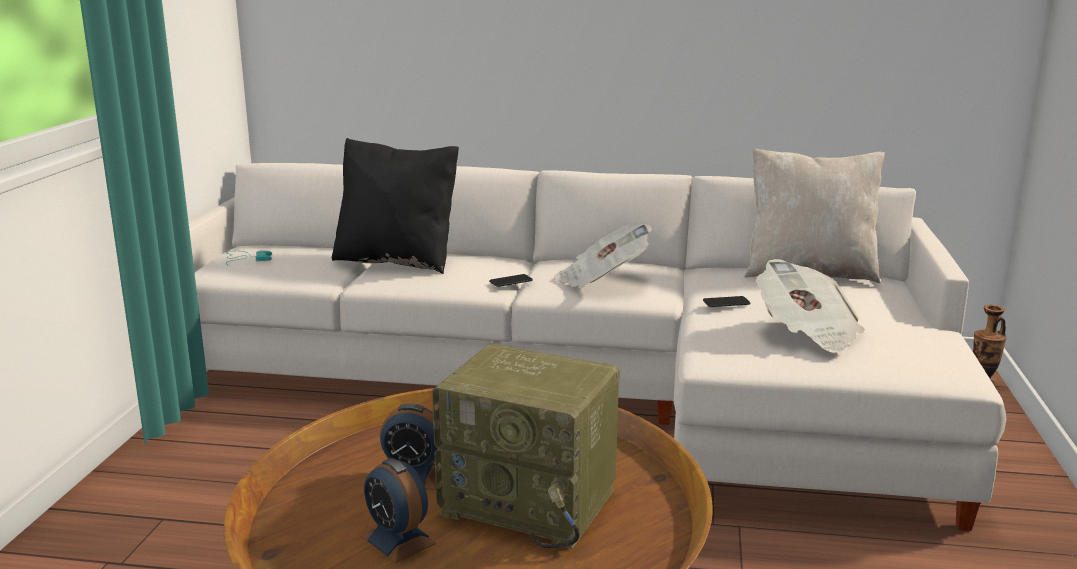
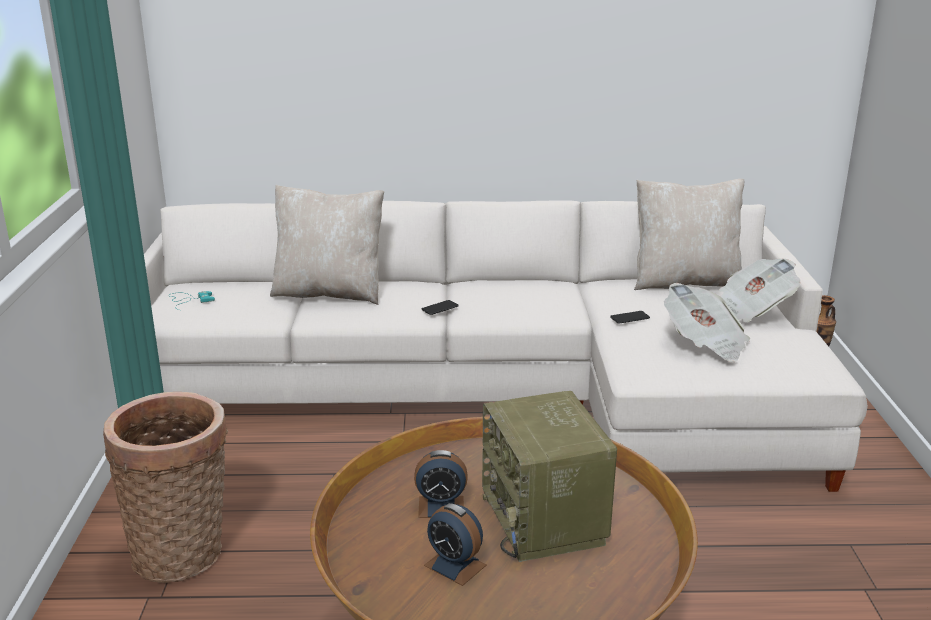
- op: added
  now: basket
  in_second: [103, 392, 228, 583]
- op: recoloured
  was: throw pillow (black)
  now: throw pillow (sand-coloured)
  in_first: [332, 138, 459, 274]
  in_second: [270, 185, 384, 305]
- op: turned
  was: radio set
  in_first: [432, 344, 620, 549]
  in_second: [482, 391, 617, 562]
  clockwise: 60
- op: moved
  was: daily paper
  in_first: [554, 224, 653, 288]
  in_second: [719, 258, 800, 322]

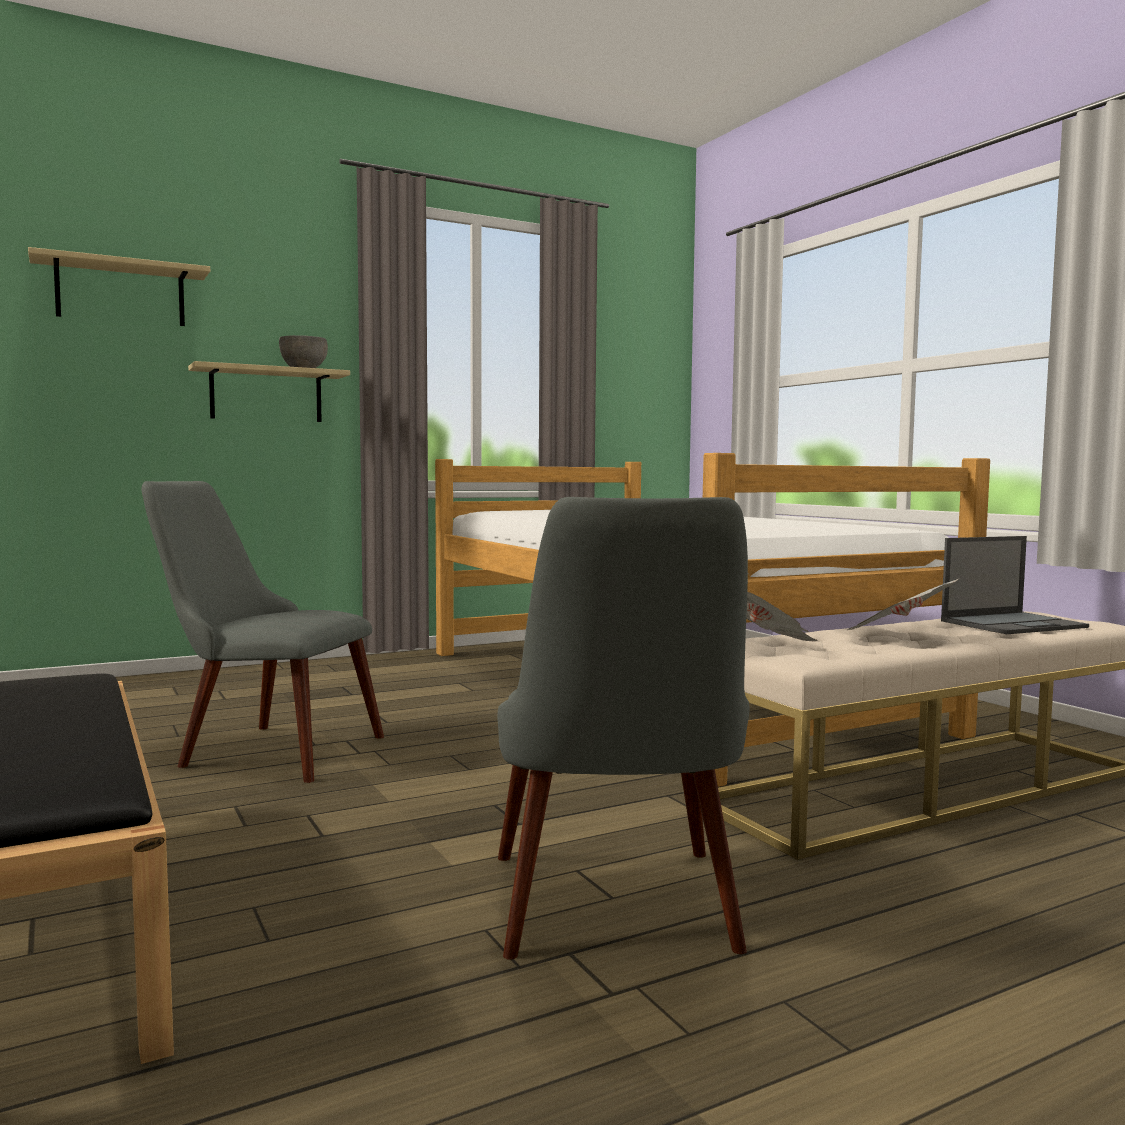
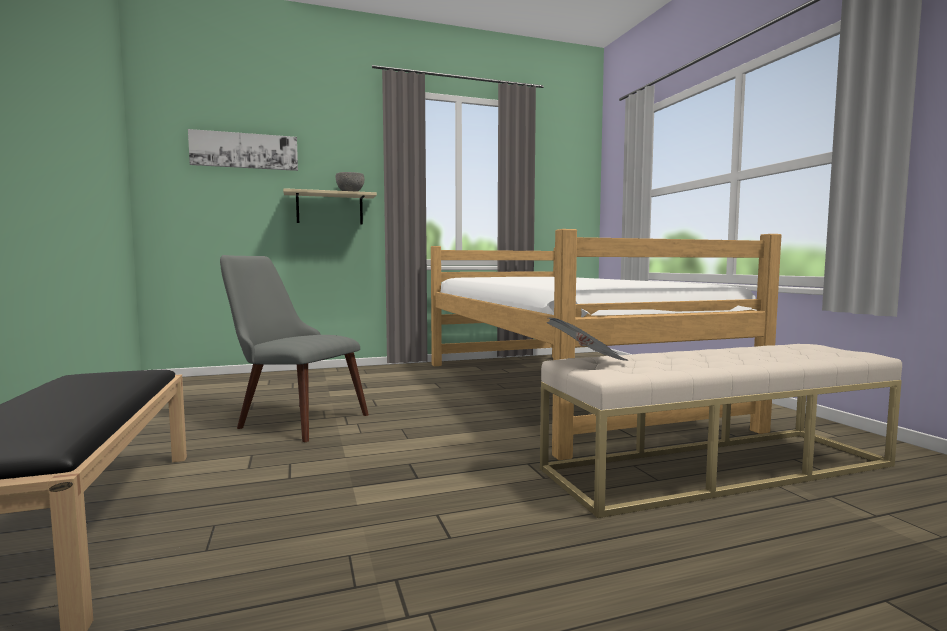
- op: replaced
  was: wall shelf (sand-coloured)
  now: picture
  in_first: [28, 247, 210, 326]
  in_second: [188, 129, 298, 171]
- op: removed
  was: upright chair (gray)
  in_first: [497, 497, 750, 960]
- op: removed
  was: daily paper
  in_first: [847, 579, 958, 630]
- op: removed
  was: laptop
  in_first: [941, 536, 1089, 634]

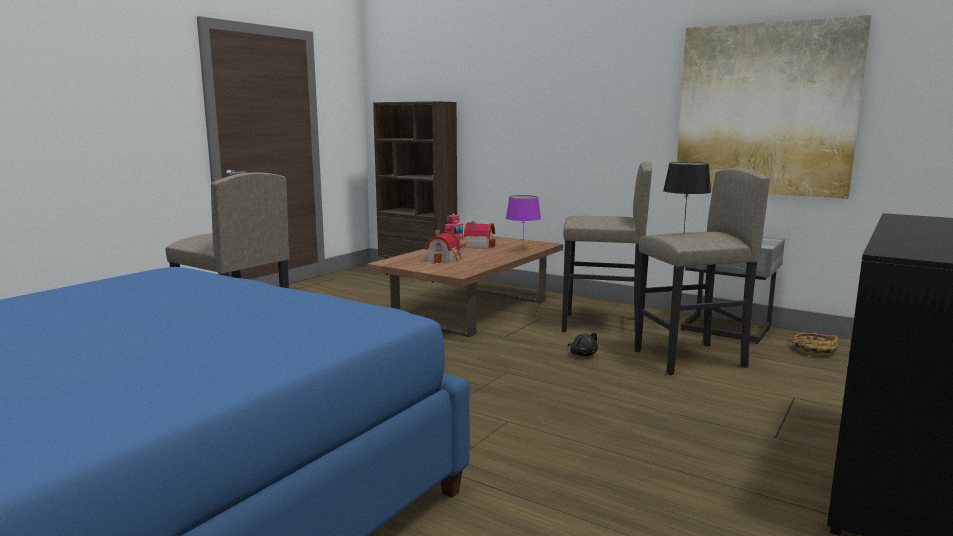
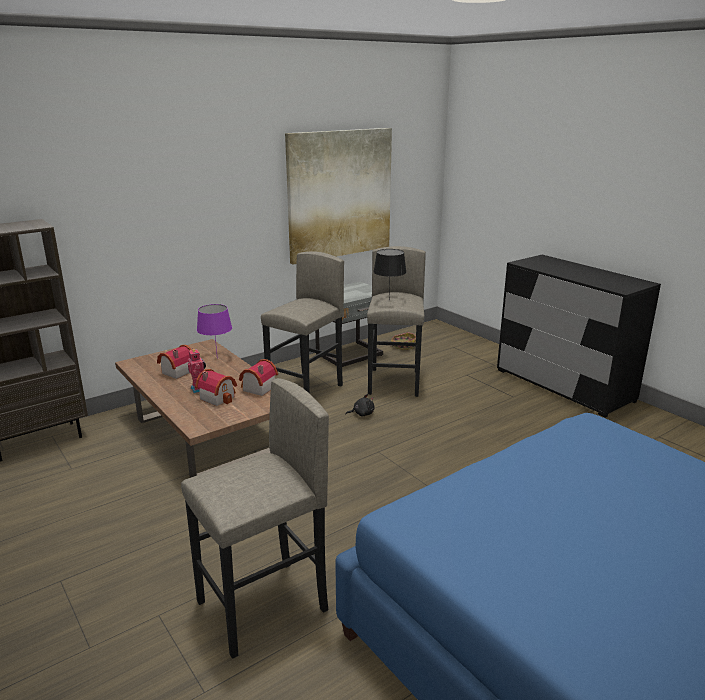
- op: added
  now: model house
  in_second: [239, 359, 278, 396]

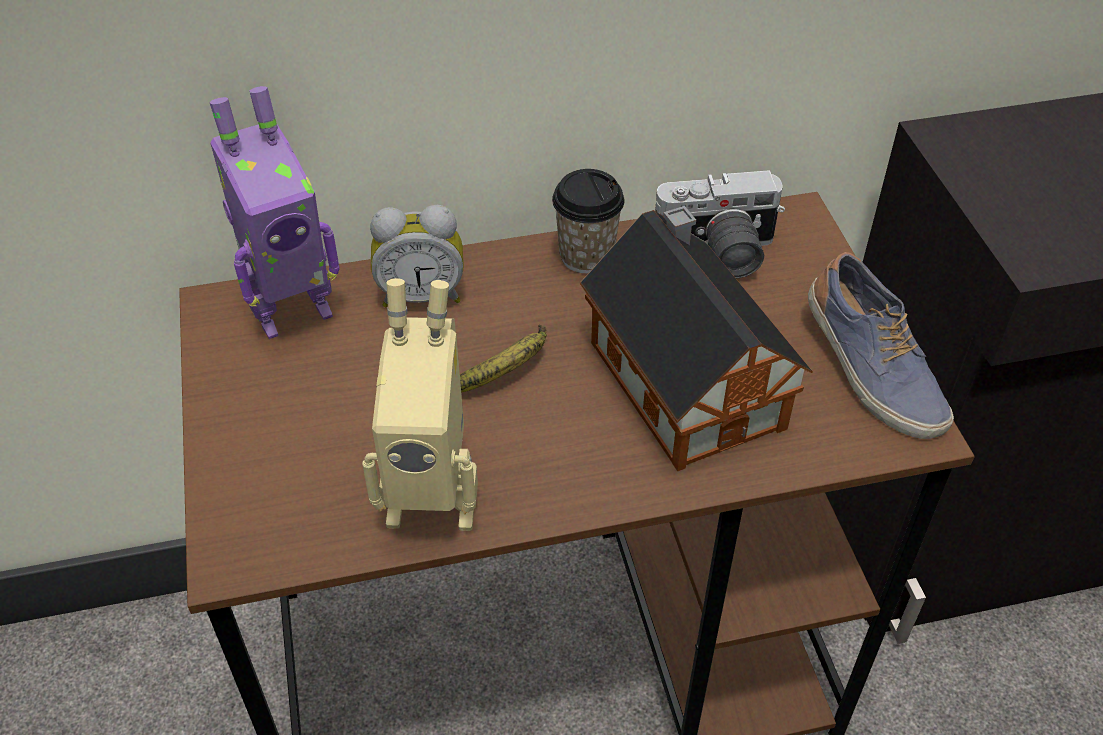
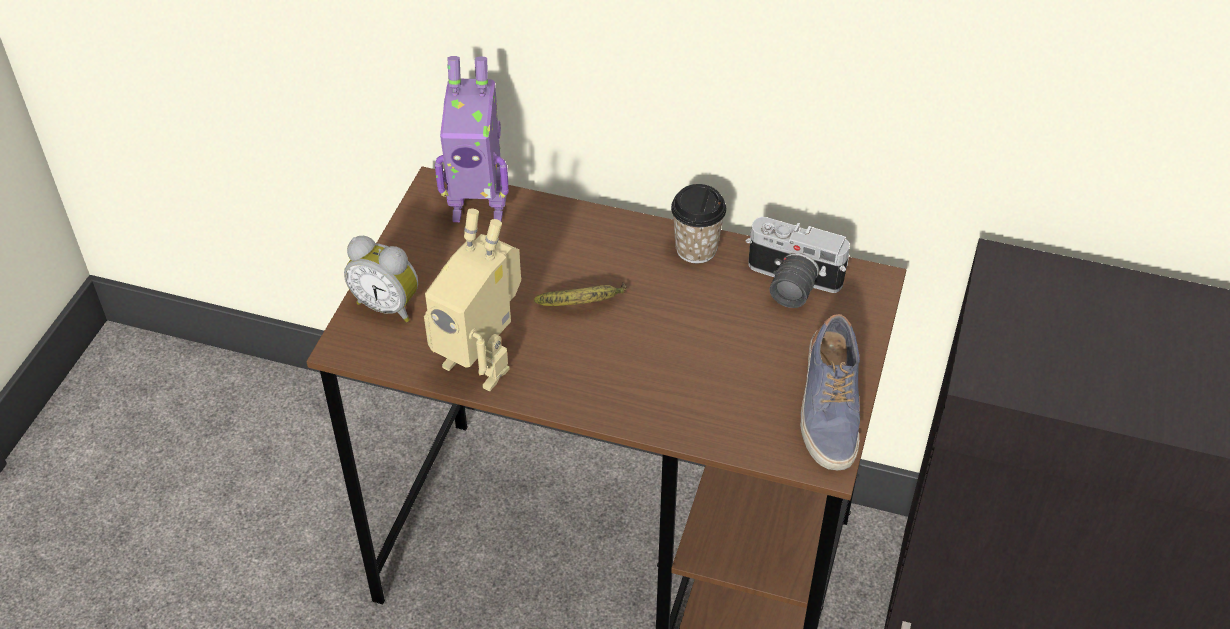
- op: moved
  was: bedside clock
  in_first: [370, 205, 464, 307]
  in_second: [344, 236, 418, 322]
- op: removed
  was: model house
  in_first: [580, 206, 813, 471]

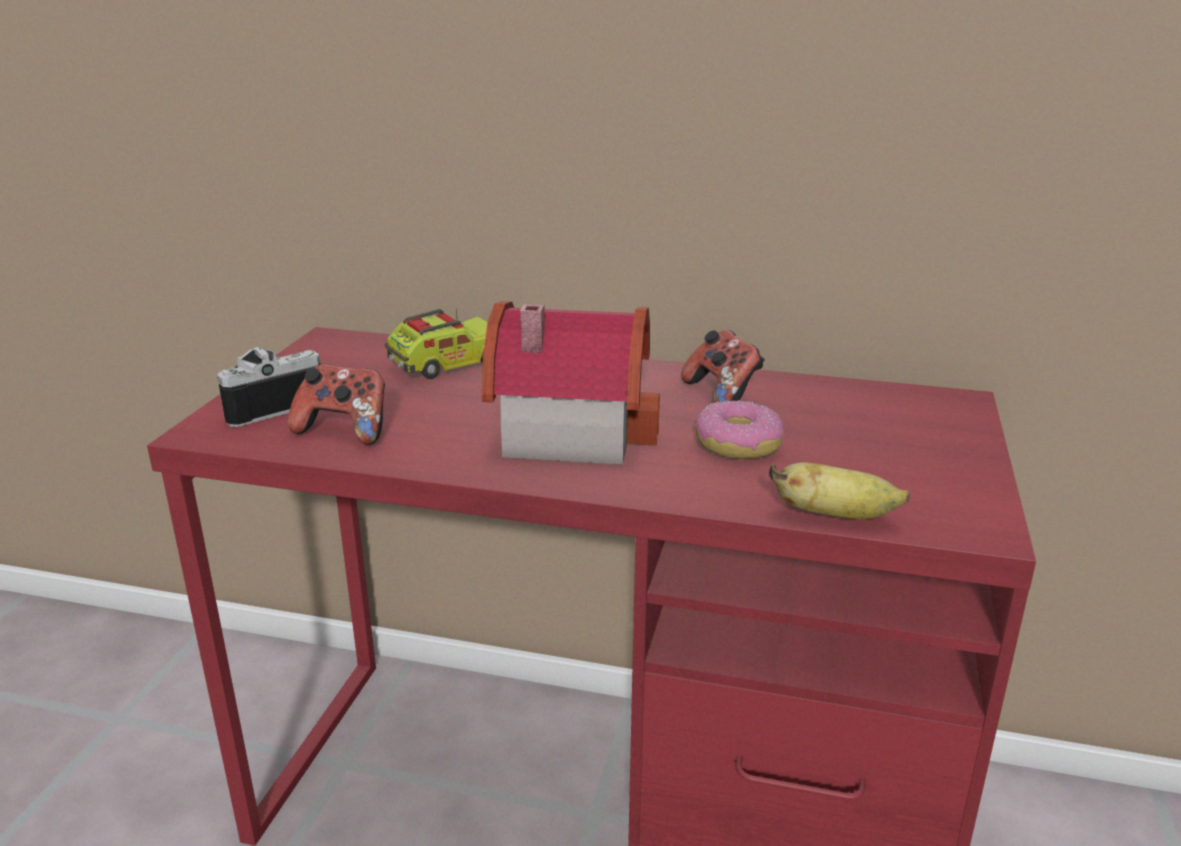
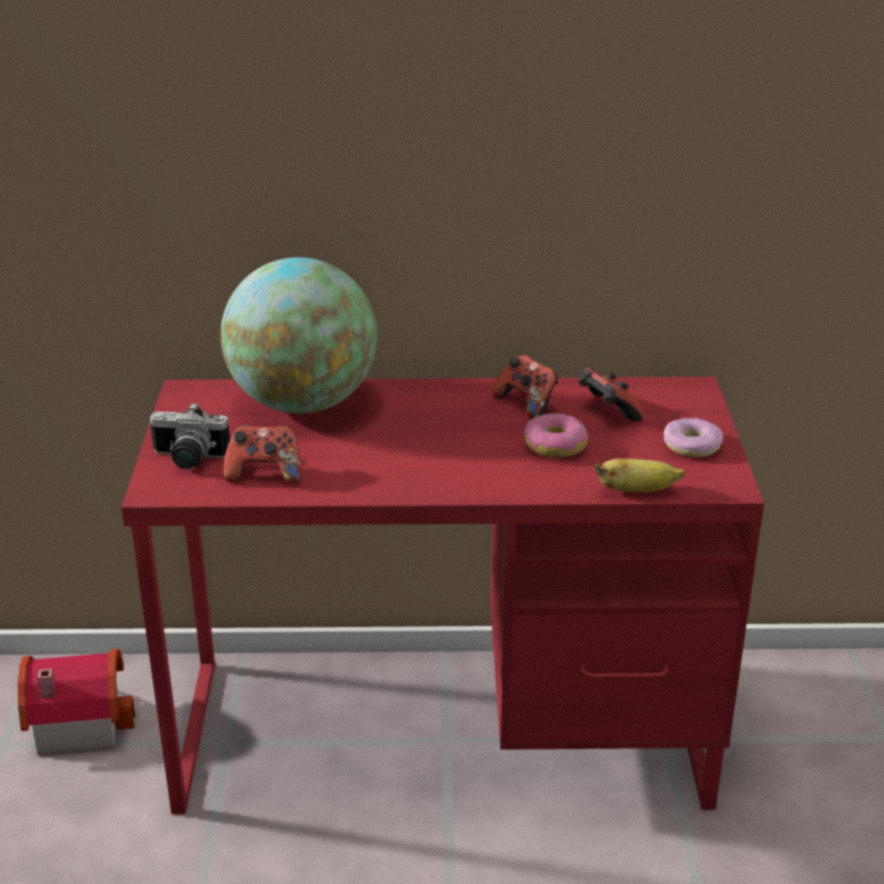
- op: moved
  was: model house
  in_first: [482, 301, 660, 465]
  in_second: [18, 648, 136, 756]
- op: turned
  was: still camera
  in_first: [217, 347, 321, 427]
  in_second: [150, 403, 230, 469]
  clockwise: -120
- op: replaced
  was: toy truck
  now: desk globe
  in_first: [384, 308, 488, 379]
  in_second: [221, 257, 377, 413]
- op: added
  now: joypad
  in_second: [578, 368, 644, 422]
- op: added
  now: donut
  in_second: [664, 418, 723, 457]

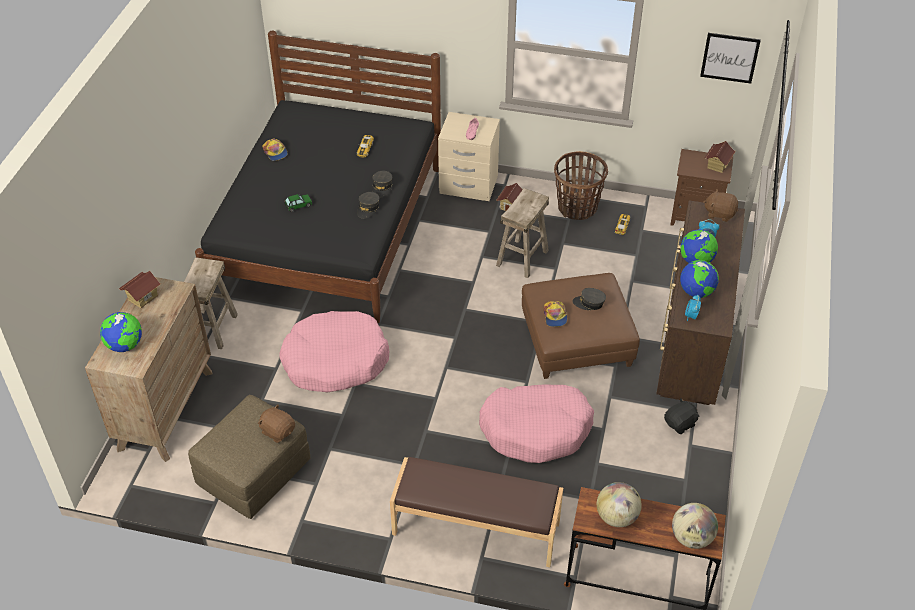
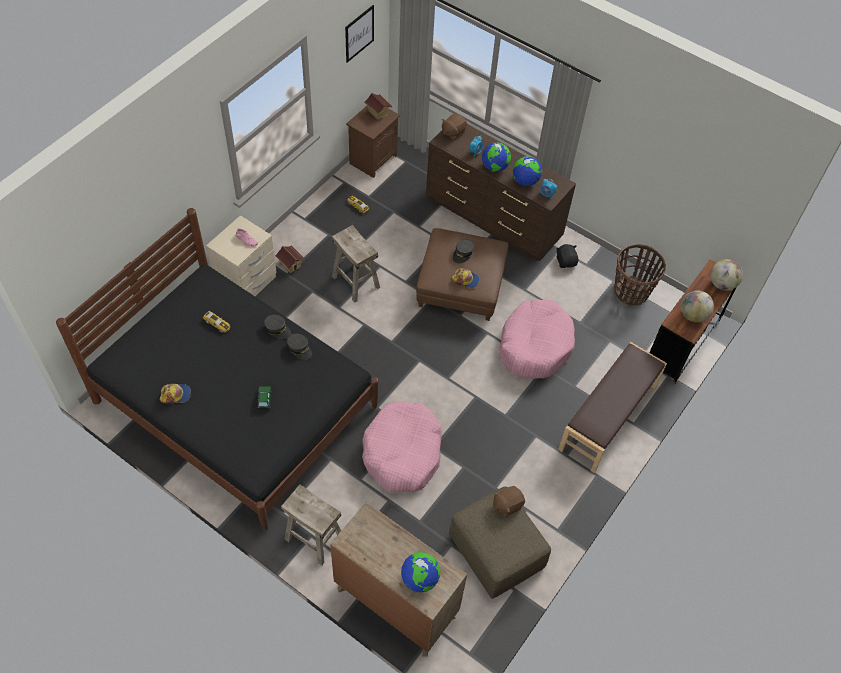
- op: moved
  was: basket
  in_first: [554, 151, 608, 220]
  in_second: [614, 244, 666, 306]
- op: removed
  was: model house
  in_first: [119, 271, 161, 308]

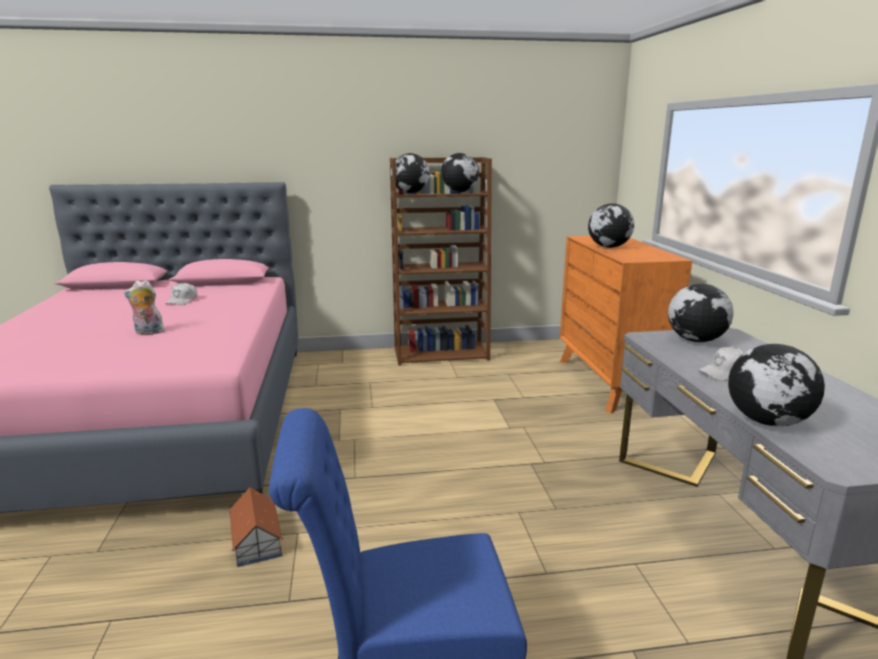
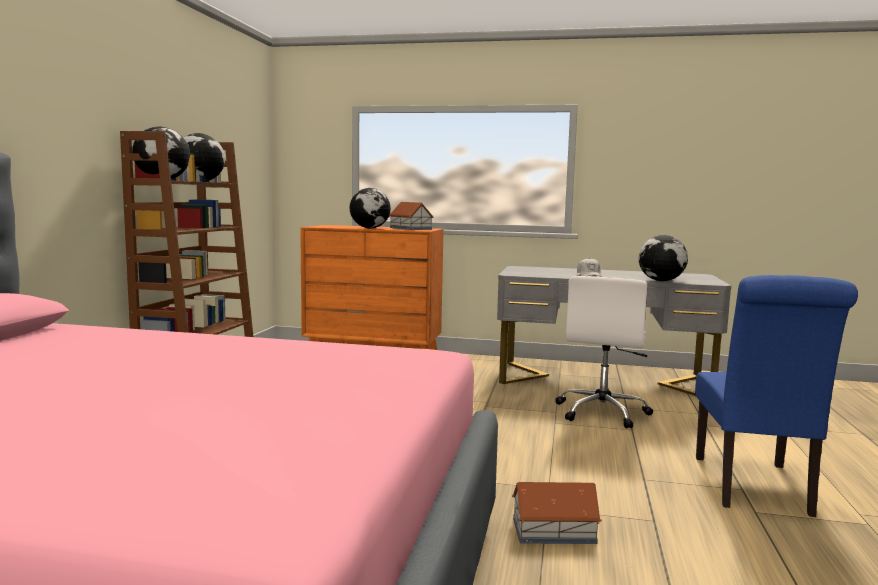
- op: added
  now: model house
  in_second: [389, 202, 433, 230]
- op: added
  now: computer chair (white-coloured)
  in_second: [555, 276, 653, 428]
- op: removed
  was: plush toy
  in_first: [124, 280, 168, 334]
- op: removed
  was: cap (white-coloured)
  in_first: [165, 283, 197, 305]
- op: removed
  was: desk globe
  in_first: [668, 284, 733, 342]

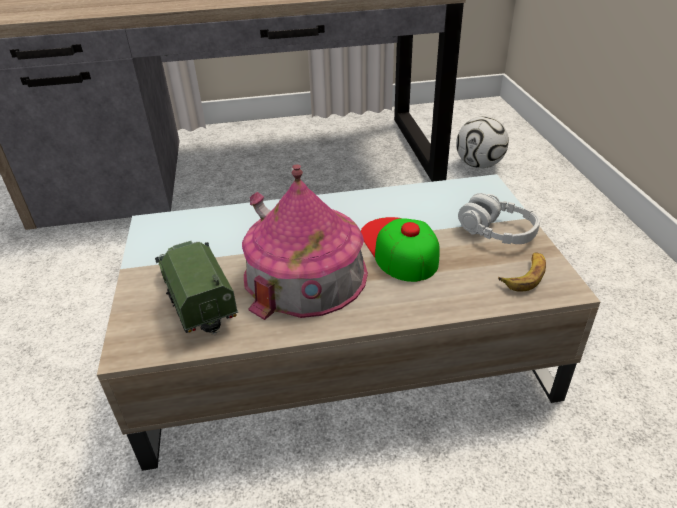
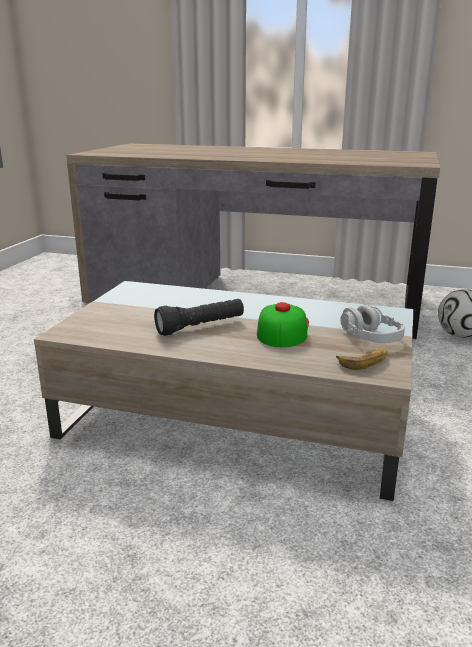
- op: replaced
  was: model house
  now: hand torch (black)
  in_first: [242, 164, 368, 320]
  in_second: [154, 299, 244, 336]
- op: removed
  was: toy truck
  in_first: [155, 241, 238, 335]

